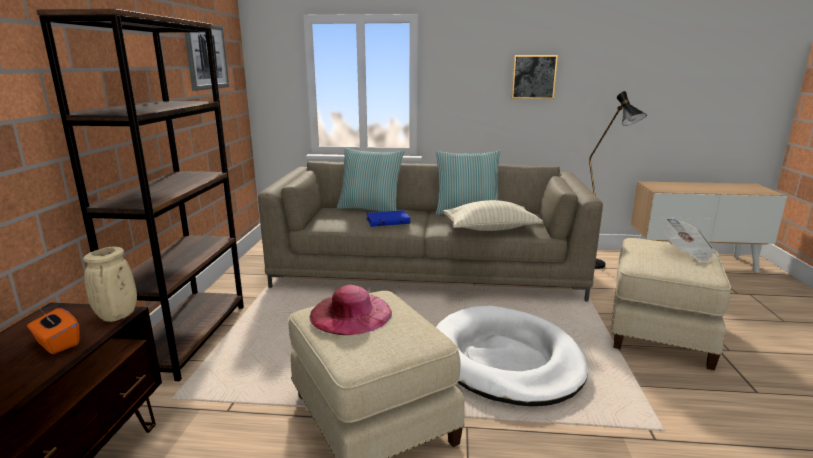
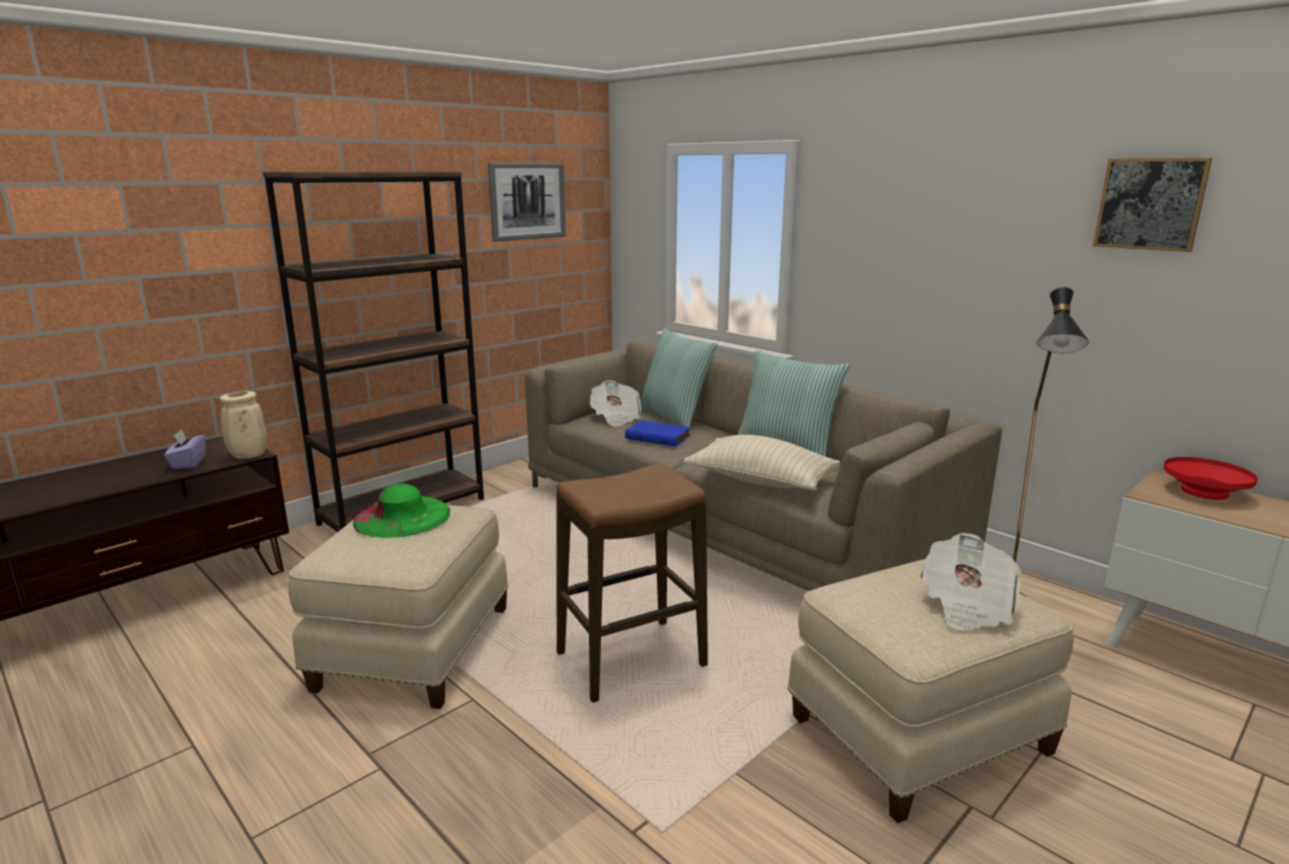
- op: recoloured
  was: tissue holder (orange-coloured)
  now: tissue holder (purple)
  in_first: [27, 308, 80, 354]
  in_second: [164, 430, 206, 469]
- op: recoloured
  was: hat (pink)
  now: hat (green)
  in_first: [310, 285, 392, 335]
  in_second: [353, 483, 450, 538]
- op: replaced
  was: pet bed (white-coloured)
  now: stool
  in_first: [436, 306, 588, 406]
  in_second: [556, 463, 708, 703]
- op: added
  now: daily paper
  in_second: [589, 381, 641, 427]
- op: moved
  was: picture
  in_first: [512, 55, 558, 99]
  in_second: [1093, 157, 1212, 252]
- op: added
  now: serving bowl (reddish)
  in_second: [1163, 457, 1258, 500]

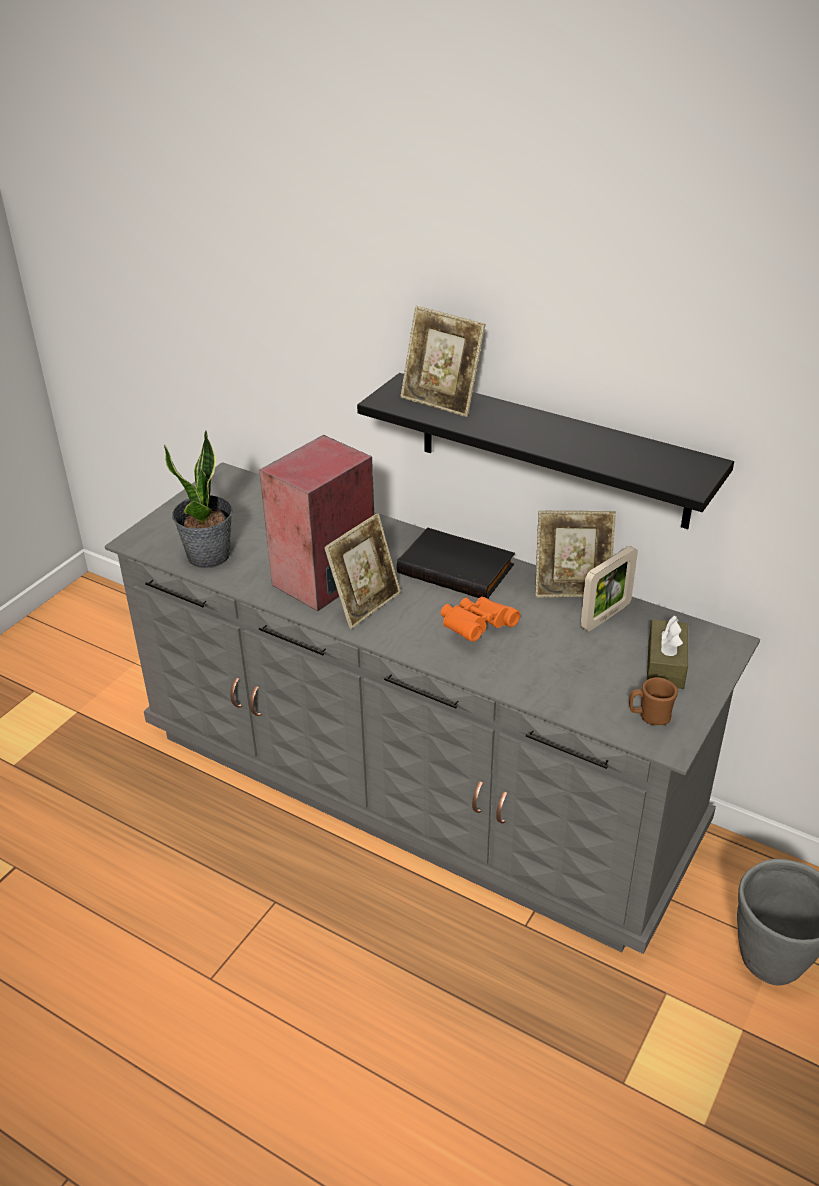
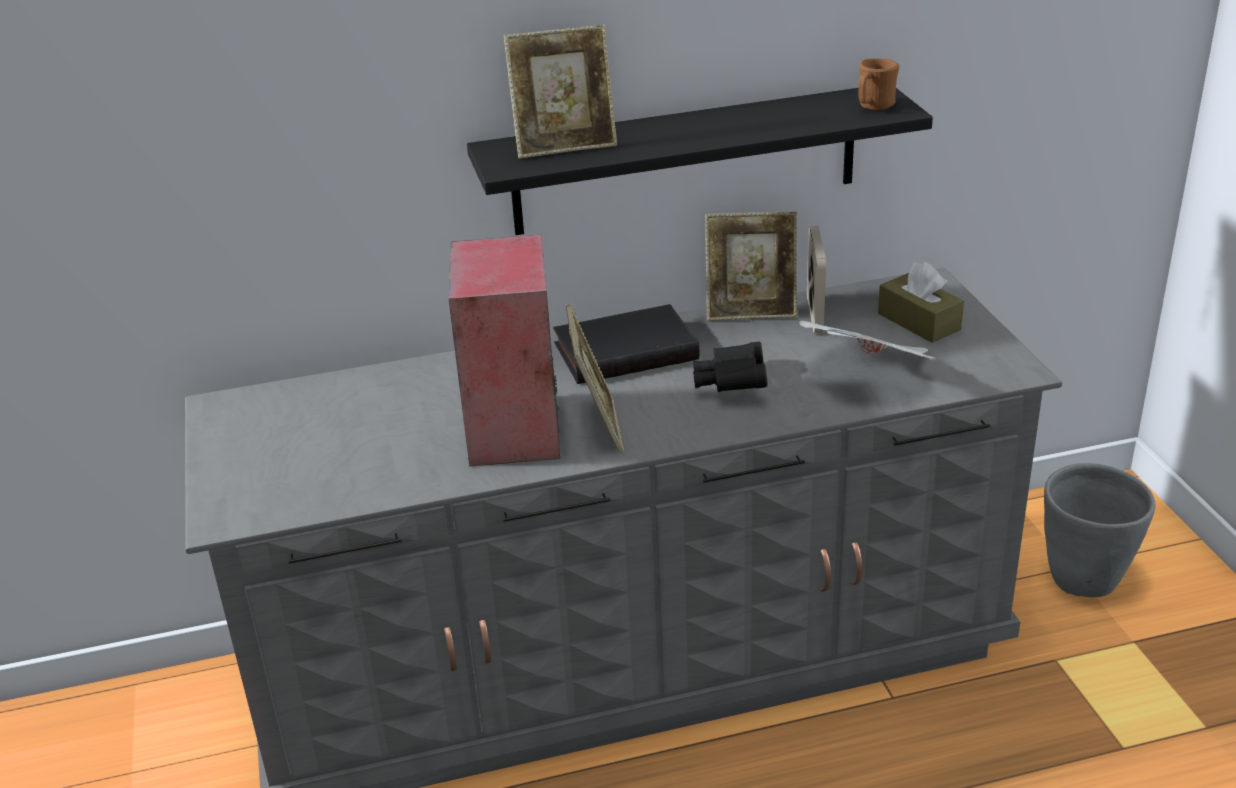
- op: recoloured
  was: field glasses (orange-coloured)
  now: field glasses (black)
  in_first: [441, 597, 520, 642]
  in_second: [693, 342, 768, 392]
- op: turned
  was: picture frame
  in_first: [535, 510, 616, 597]
  in_second: [705, 211, 797, 321]
  clockwise: 45
- op: added
  now: daily paper
  in_second: [799, 321, 936, 360]
- op: moved
  was: mug (brown)
  in_first: [629, 677, 678, 725]
  in_second: [859, 58, 899, 111]
- op: removed
  was: houseplant
  in_first: [164, 430, 233, 568]

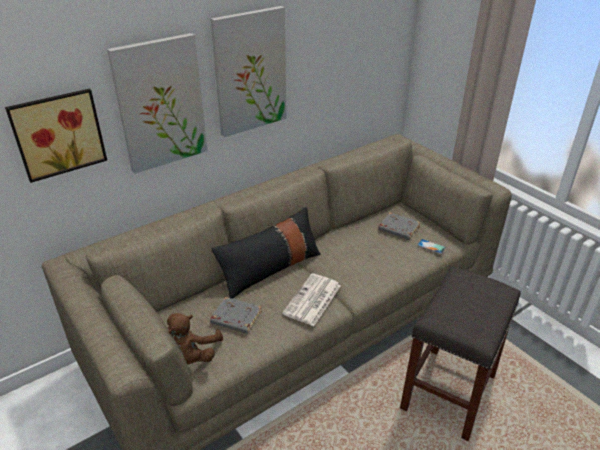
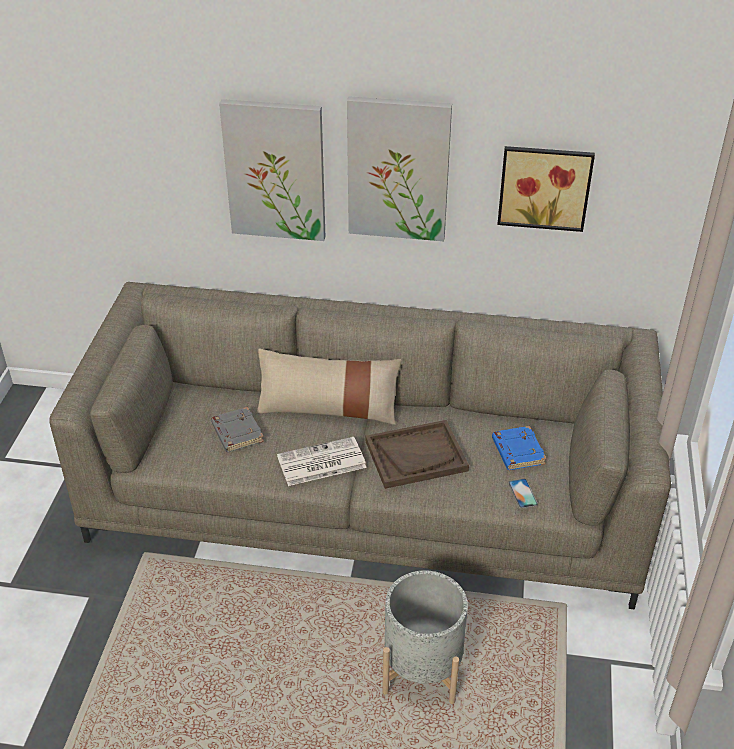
- op: recoloured
  was: throw pillow (black)
  now: throw pillow (sand-coloured)
  in_first: [211, 207, 321, 299]
  in_second: [257, 349, 402, 425]
- op: added
  now: carrying tray (brown)
  in_second: [366, 420, 469, 489]
- op: replaced
  was: stool (gray)
  now: plant pot (gray)
  in_first: [400, 267, 521, 441]
  in_second: [382, 570, 468, 704]
- op: recoloured
  was: bound book (gray)
  now: bound book (blue)
  in_first: [378, 213, 420, 240]
  in_second: [492, 426, 546, 470]
- op: moved
  was: picture
  in_first: [5, 89, 107, 183]
  in_second: [497, 146, 595, 232]
- op: removed
  was: plush toy (brown)
  in_first: [167, 313, 223, 365]

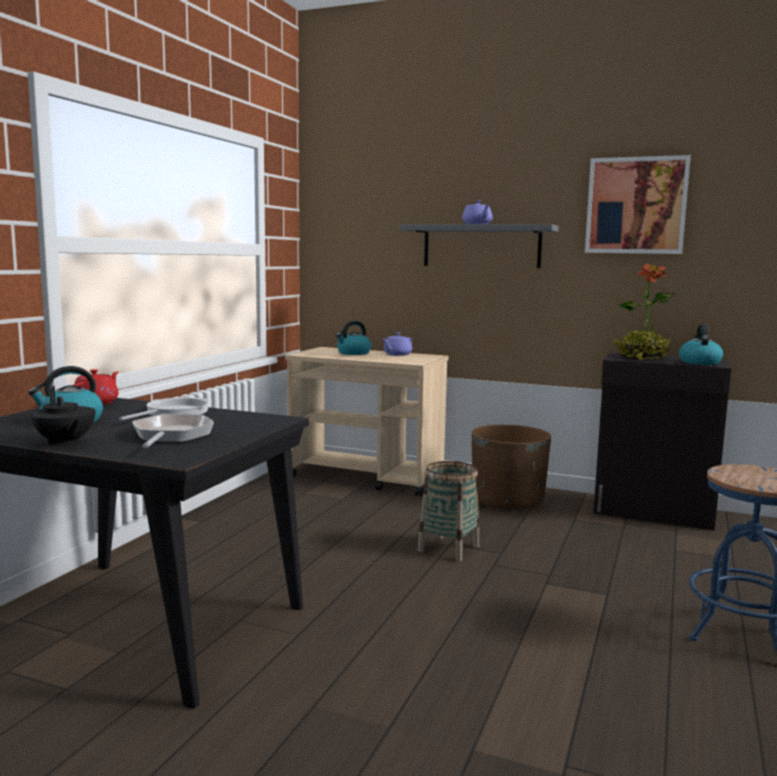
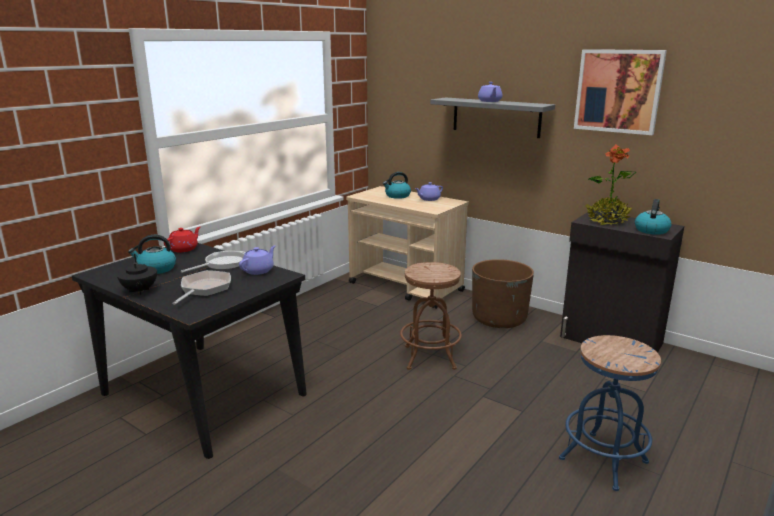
- op: added
  now: pot for tea (purple)
  in_second: [239, 245, 276, 275]
- op: replaced
  was: basket
  now: stool (brown)
  in_first: [418, 461, 479, 561]
  in_second: [400, 262, 462, 370]

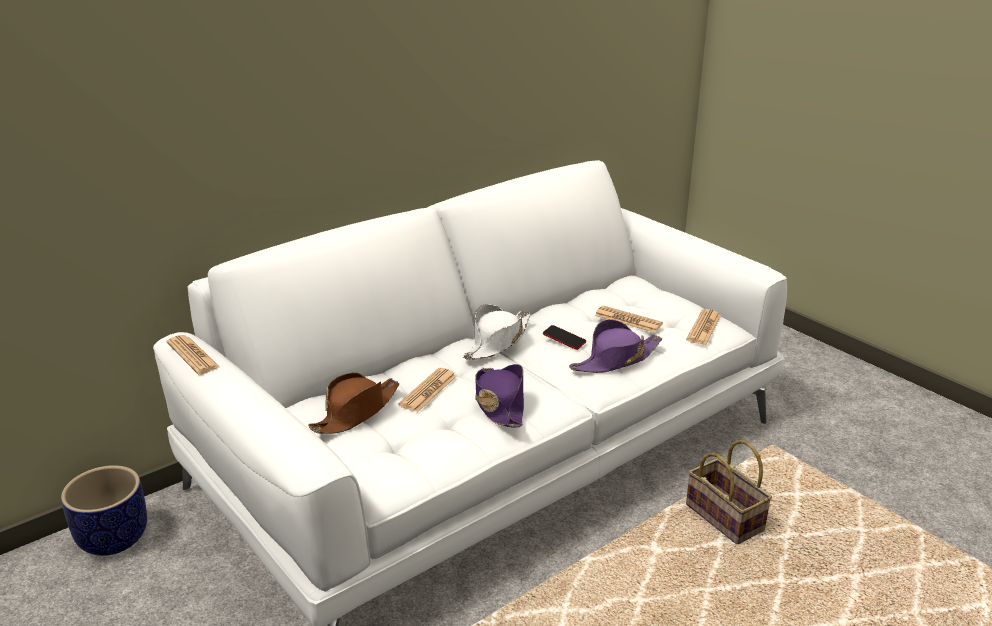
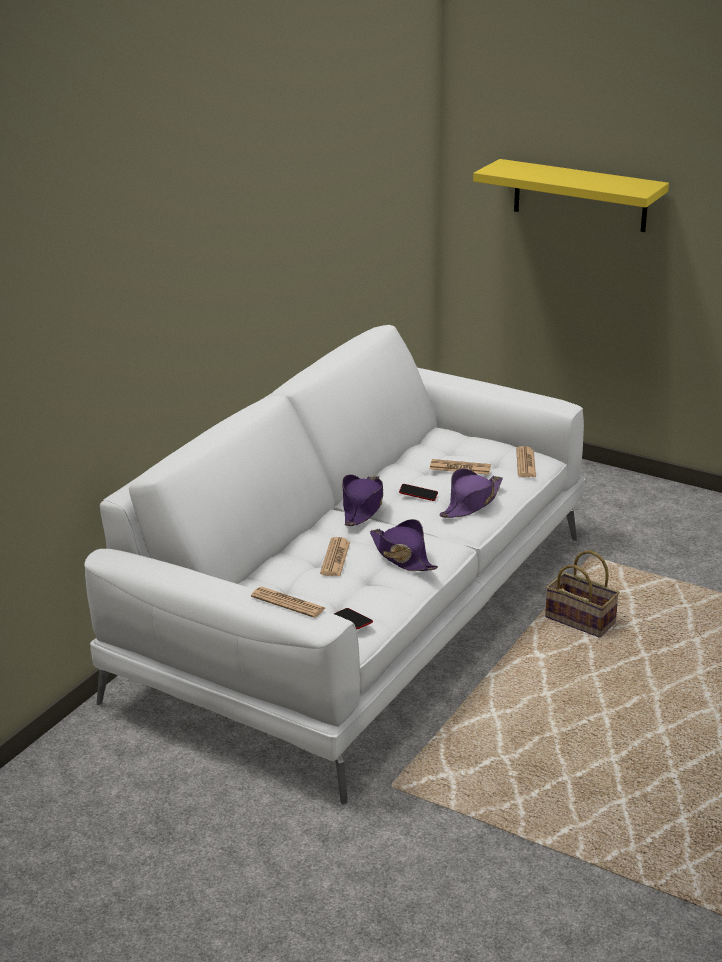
- op: moved
  was: daily paper
  in_first: [167, 335, 220, 374]
  in_second: [251, 587, 325, 618]
- op: added
  now: handset
  in_second: [334, 608, 373, 629]
- op: recoloured
  was: hat (white-coloured)
  now: hat (purple)
  in_first: [463, 304, 531, 360]
  in_second: [342, 475, 383, 526]
- op: added
  now: wall shelf (yellow-coloured)
  in_second: [473, 159, 669, 232]
- op: removed
  was: plant pot
  in_first: [61, 465, 147, 556]
- op: removed
  was: hat (brown)
  in_first: [308, 372, 399, 434]

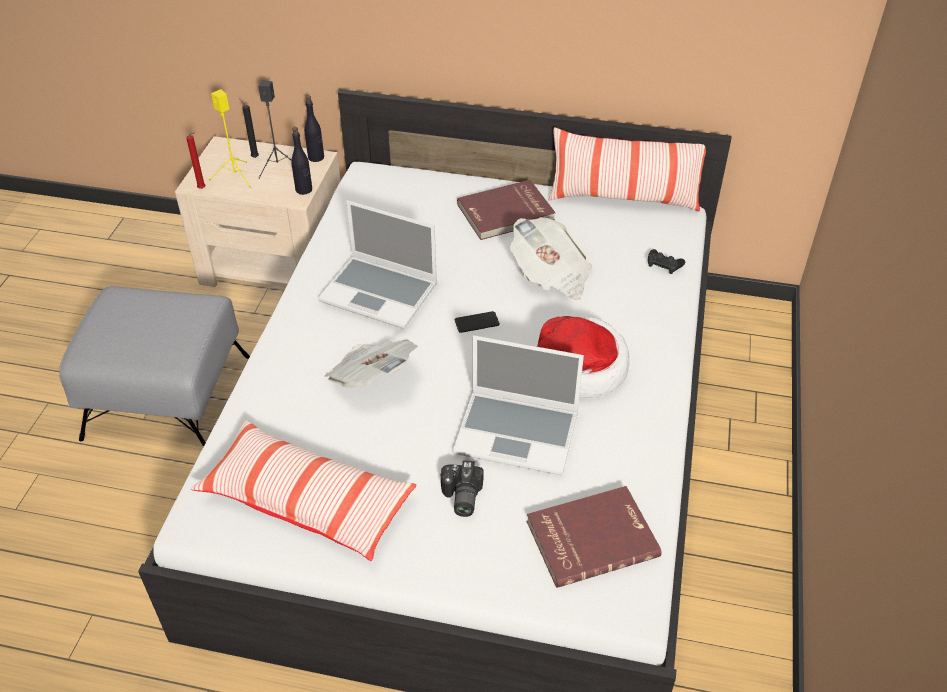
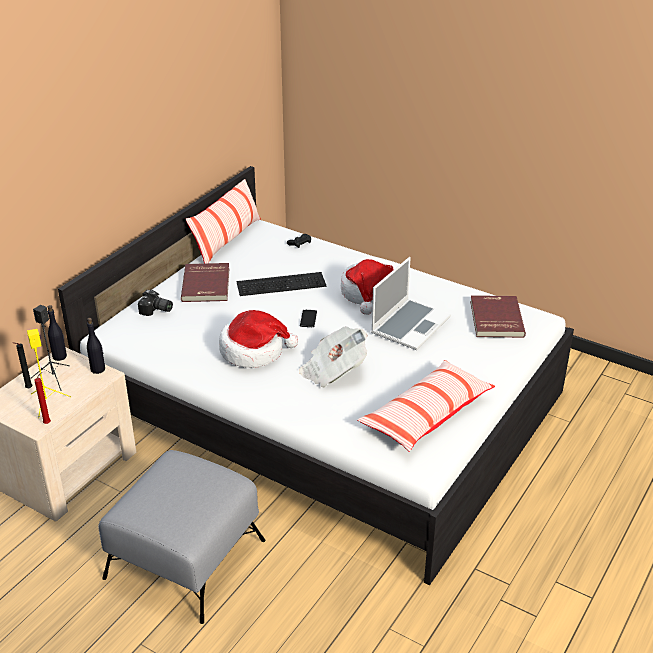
- op: moved
  was: still camera
  in_first: [441, 461, 484, 517]
  in_second: [138, 290, 173, 316]
- op: replaced
  was: laptop
  now: hat
  in_first: [318, 200, 437, 329]
  in_second: [219, 310, 298, 368]
- op: replaced
  was: daily paper
  now: computer keyboard
  in_first: [510, 217, 592, 300]
  in_second: [236, 272, 326, 296]

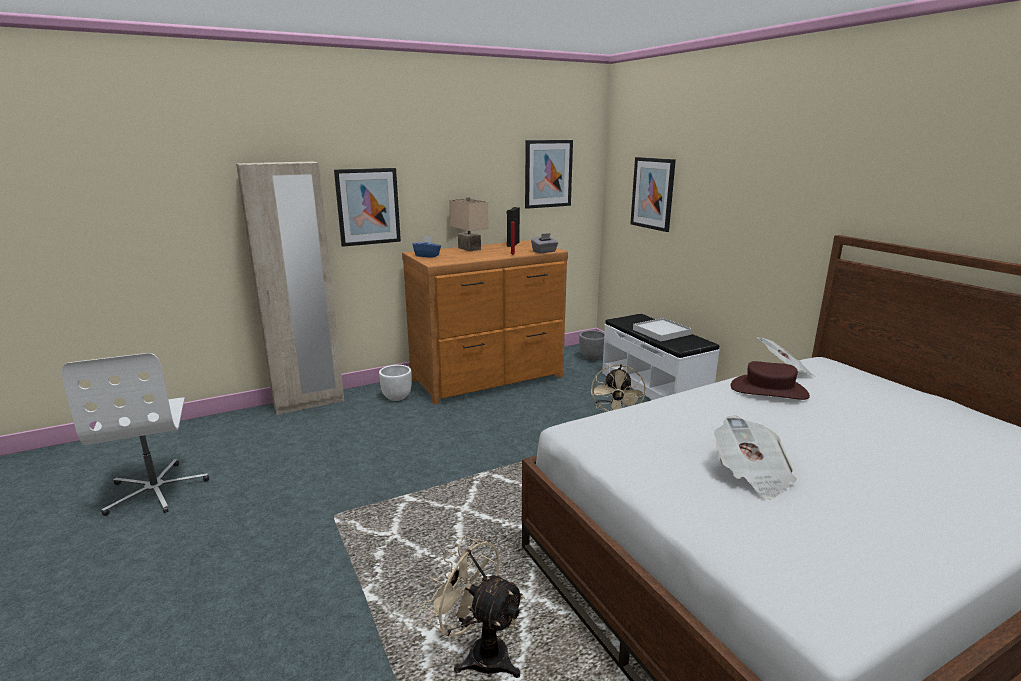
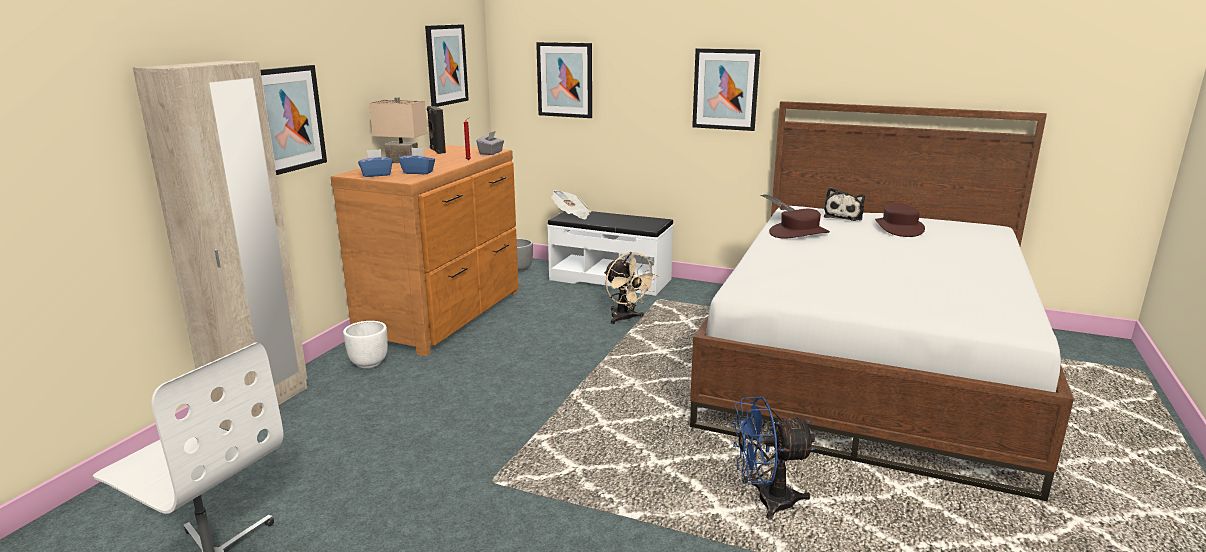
- op: added
  now: tissue holder (blue)
  in_second: [399, 148, 435, 174]
- op: moved
  was: daily paper
  in_first: [714, 416, 797, 500]
  in_second: [551, 190, 591, 219]
- op: added
  now: picture
  in_second: [692, 48, 760, 131]
- op: recoloured
  was: fan (sand-coloured)
  now: fan (blue)
  in_first: [423, 536, 525, 678]
  in_second: [732, 396, 816, 520]
- op: added
  now: plush toy
  in_second: [824, 187, 865, 221]
- op: added
  now: hat (brown)
  in_second: [875, 203, 925, 237]
- op: removed
  was: carrying tray (white-coloured)
  in_first: [633, 318, 692, 342]

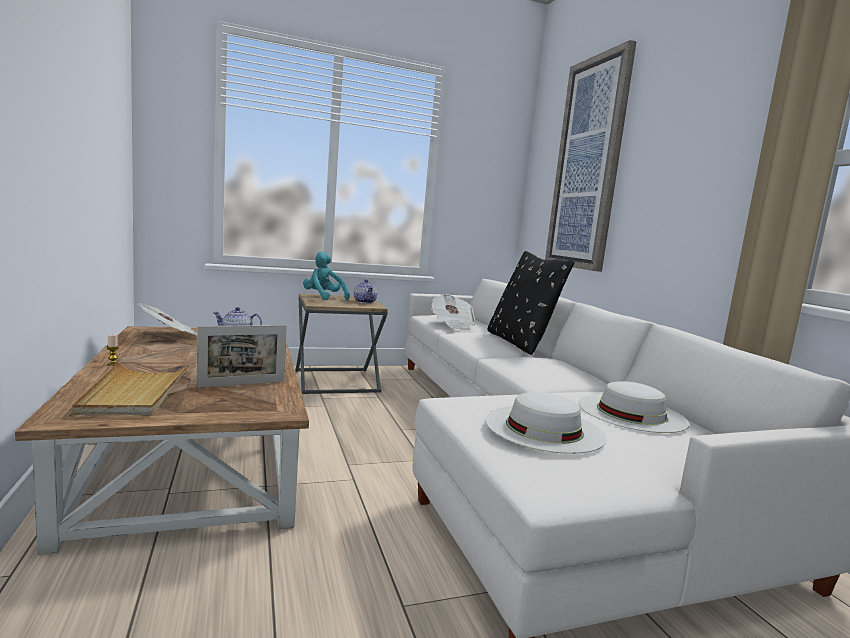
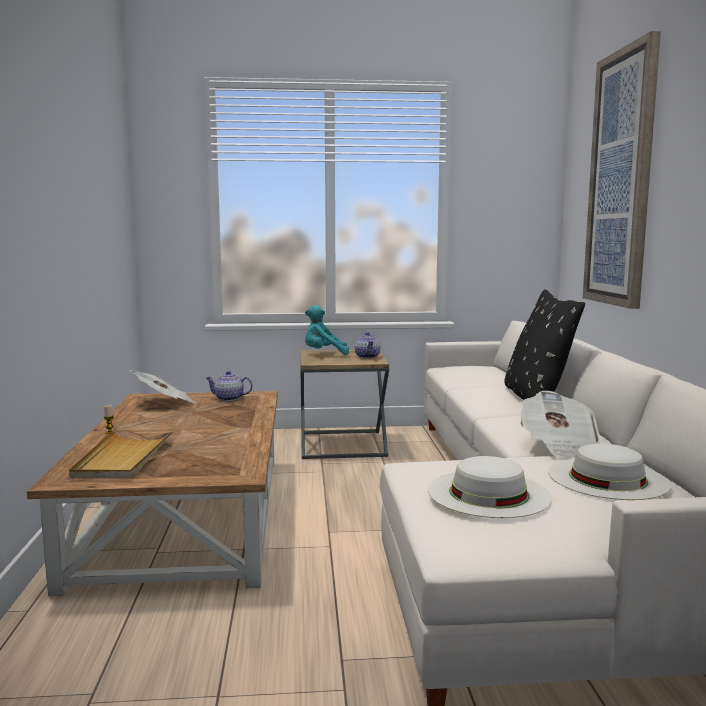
- op: turned
  was: plush toy (turquoise)
  in_first: [303, 252, 350, 300]
  in_second: [305, 305, 349, 355]
  clockwise: -60
- op: moved
  was: daily paper
  in_first: [431, 294, 475, 329]
  in_second: [520, 391, 600, 459]
- op: removed
  was: picture frame
  in_first: [197, 325, 287, 388]

